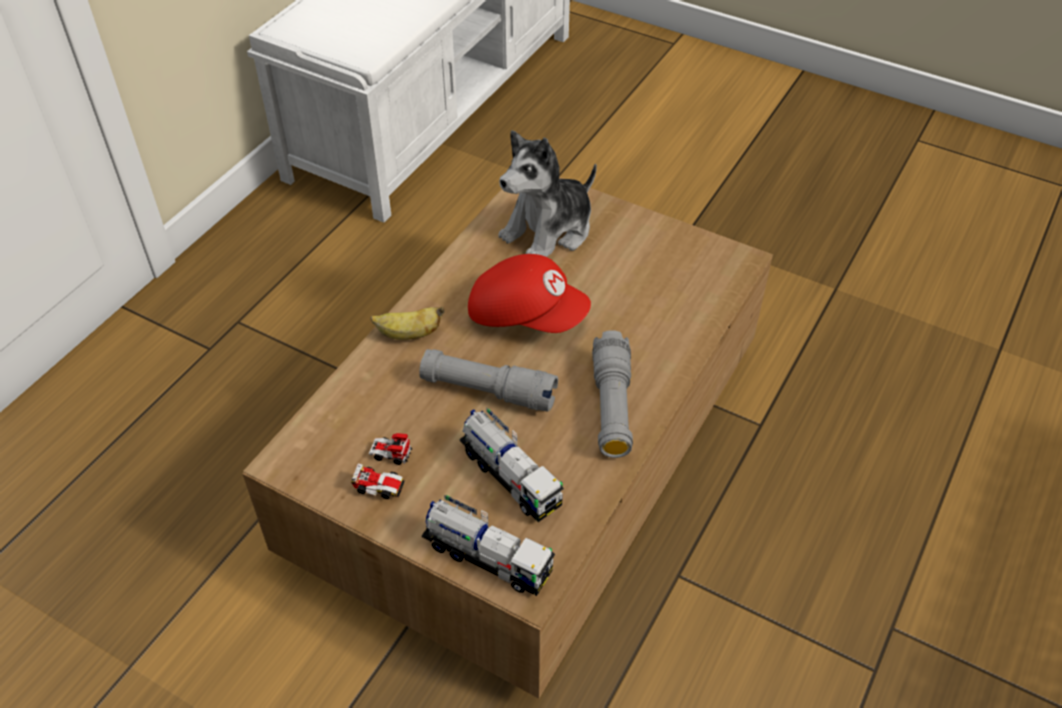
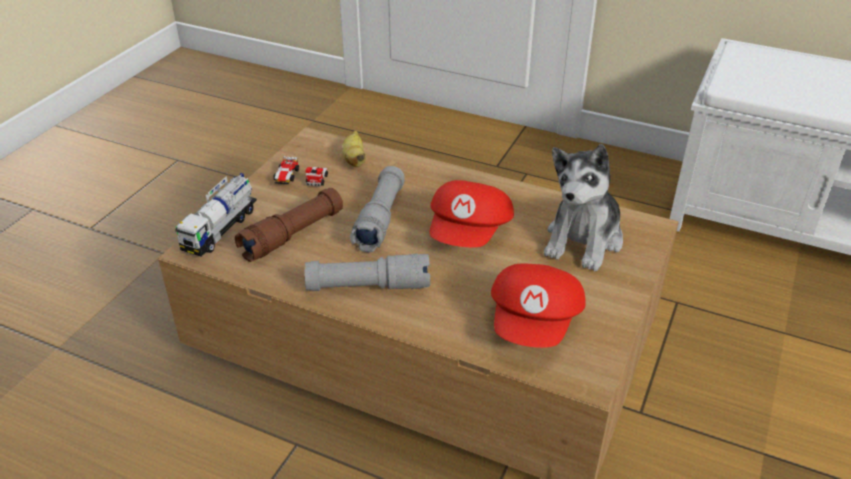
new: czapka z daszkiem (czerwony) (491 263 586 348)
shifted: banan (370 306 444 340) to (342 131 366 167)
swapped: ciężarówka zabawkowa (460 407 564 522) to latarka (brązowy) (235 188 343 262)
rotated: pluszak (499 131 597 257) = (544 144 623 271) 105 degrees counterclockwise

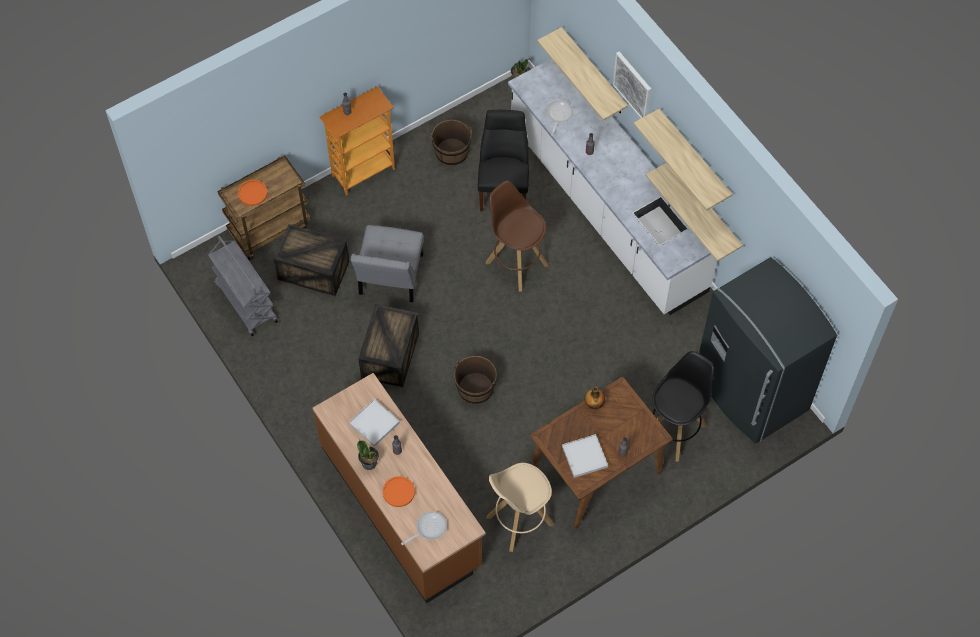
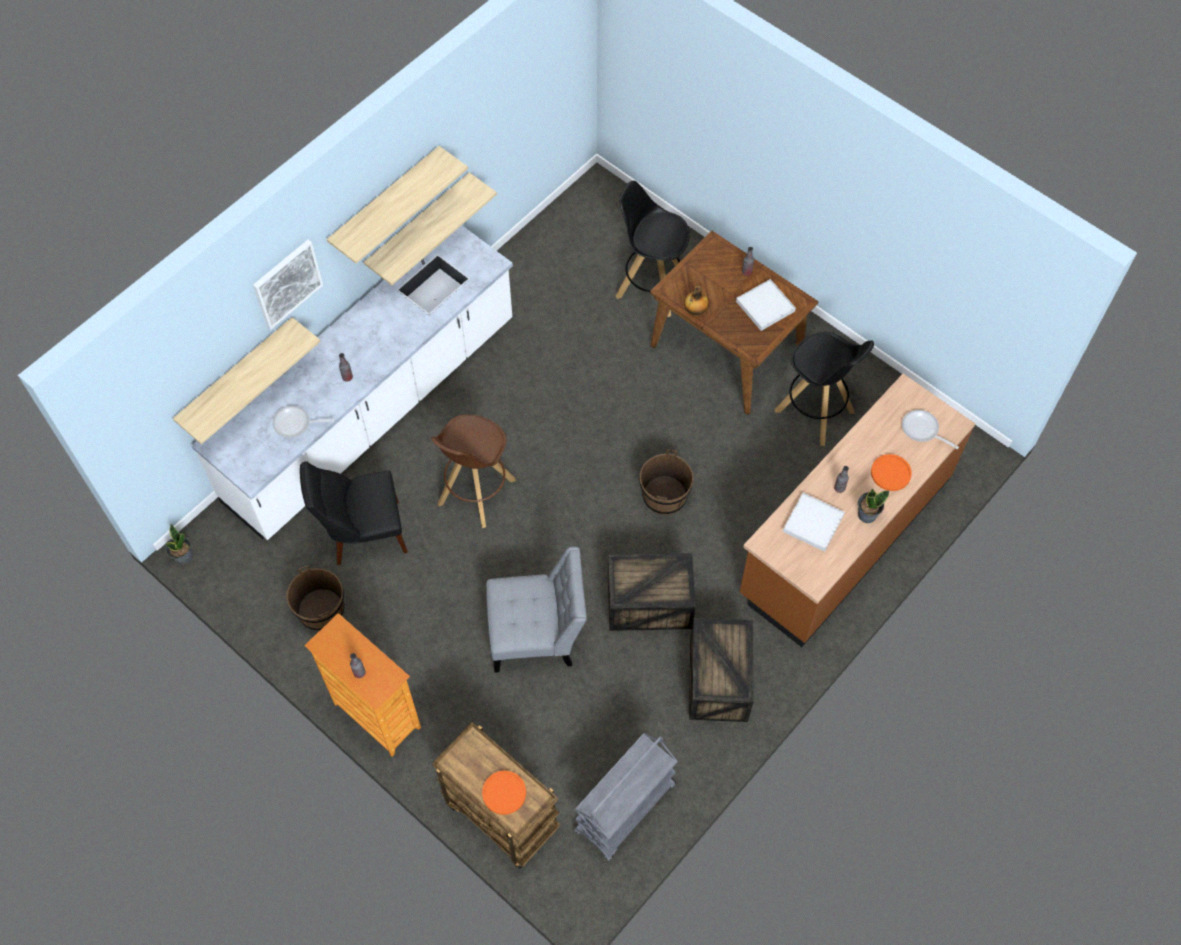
gone: lodówka (szary) (699 257 837 444)
shifted: skrzynka (274 224 350 296) to (689 618 754 722)
repainted: stołek (beżowy) (486 463 554 552) to stołek (czarny) (775 332 874 446)

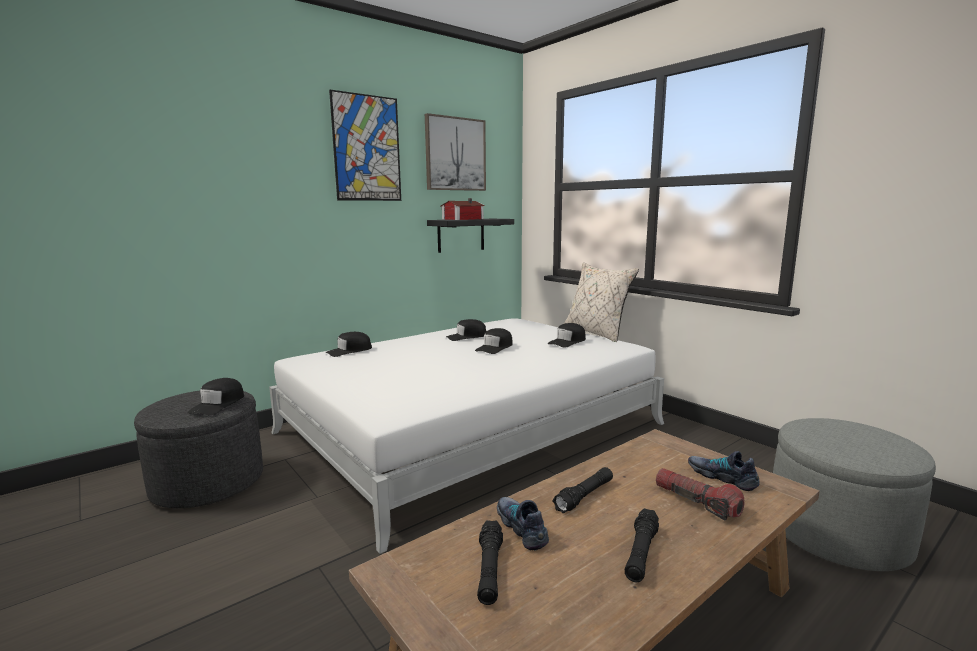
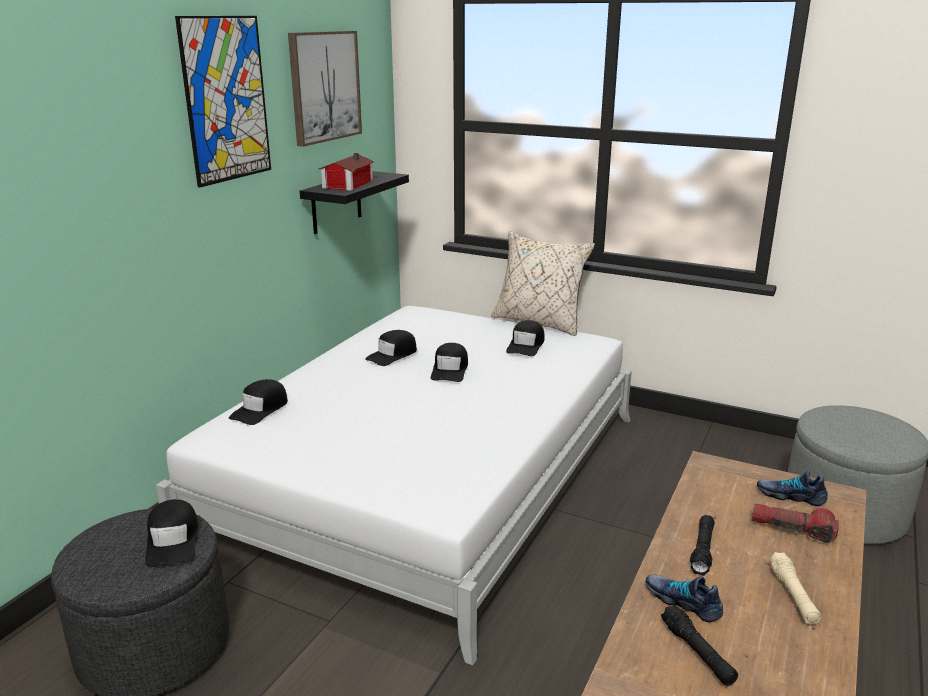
repainted: latarka (czarny) (625 508 659 582) to latarka (beżowy) (769 552 821 625)

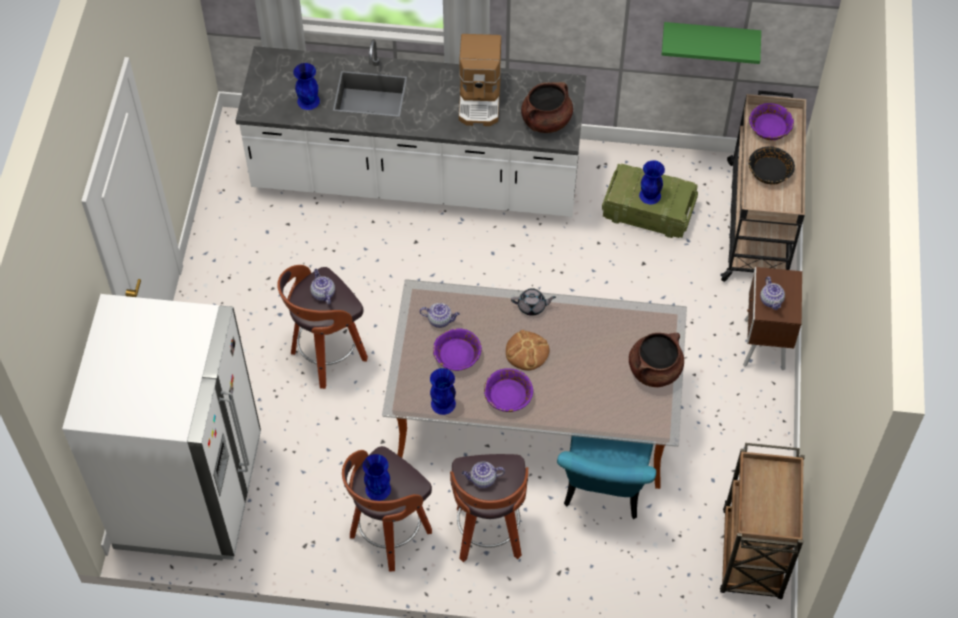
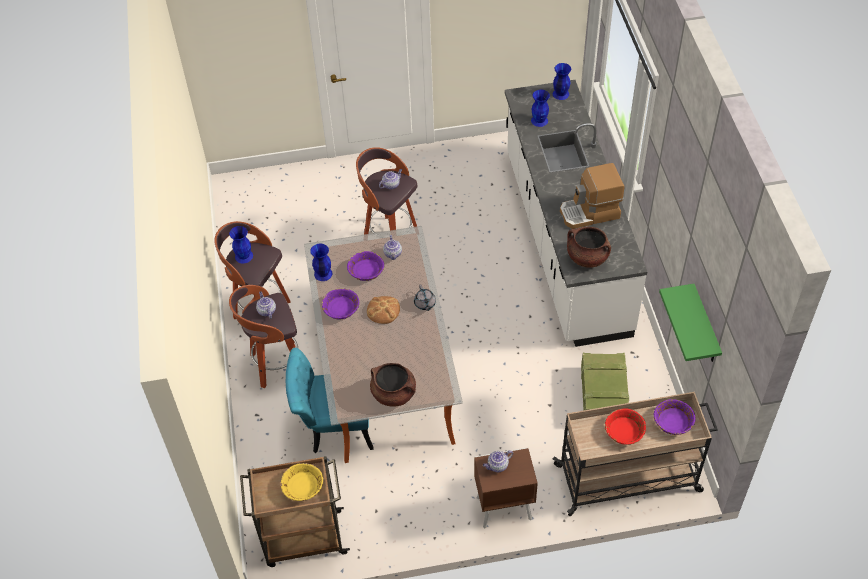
gone: lodówka (biały) (62 294 261 561)
new: miska (żółty) (281 463 323 501)
shifted: wazon (niebieski) (639 160 665 204) to (553 63 571 100)
repainted: miska (czarny) (749 146 795 185) to miska (czerwony) (605 408 646 445)

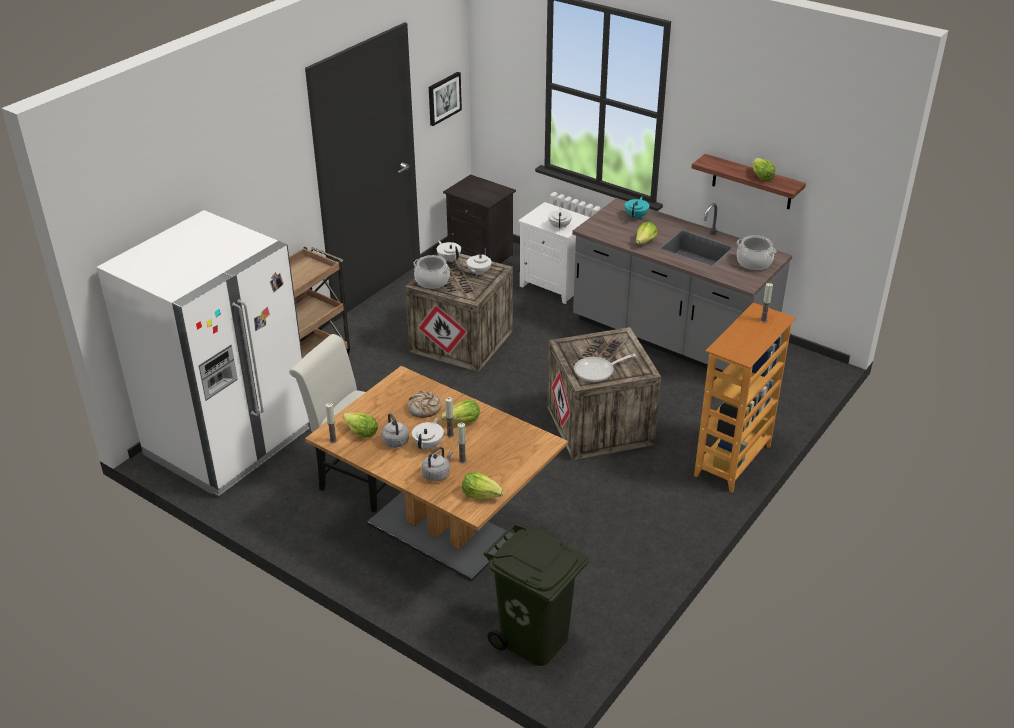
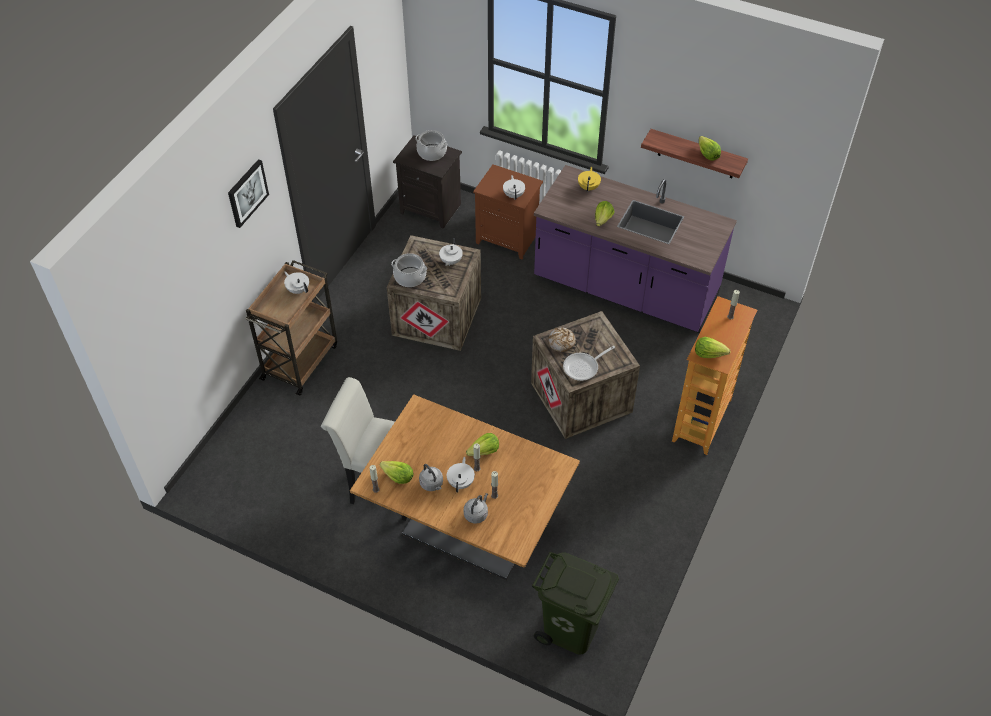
gone: lodówka (biały) (97 210 310 496)
shifted: chleb (408 391 442 418) to (549 328 576 352); obraz (429 72 462 126) to (228 159 269 228); imbryk (biały) (437 241 461 262) to (284 271 309 294); sałata (462 472 504 499) to (695 337 730 358); garnek (737 235 777 270) to (415 130 447 161)
repainted: szafka nocna (biały) (518 202 590 304) to szafka nocna (brązowy) (473 165 543 260); zabudowa kuchenna (szary) (572 198 792 372) to zabudowa kuchenna (fioletowy) (534 165 737 333); imbryk (turkusowy) (625 196 650 219) to imbryk (żółty) (578 167 601 192)

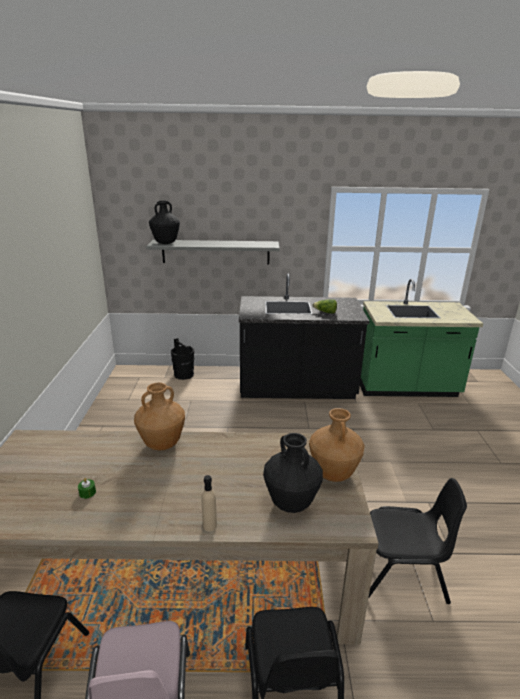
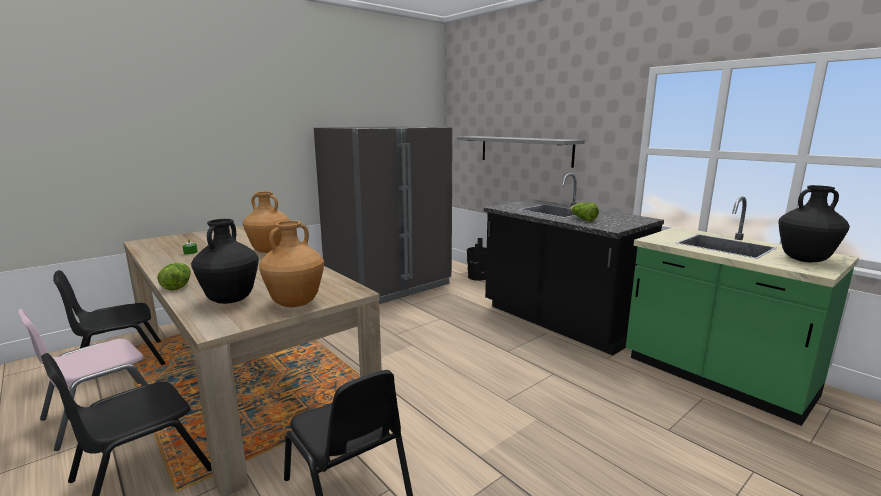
new: lodówka (szary) (314 127 453 304)
shifted: wazon (czarny) (149 201 180 244) to (778 185 850 262)
swapped: butelka (beżowy) (202 475 217 532) to sałata (157 263 191 290)

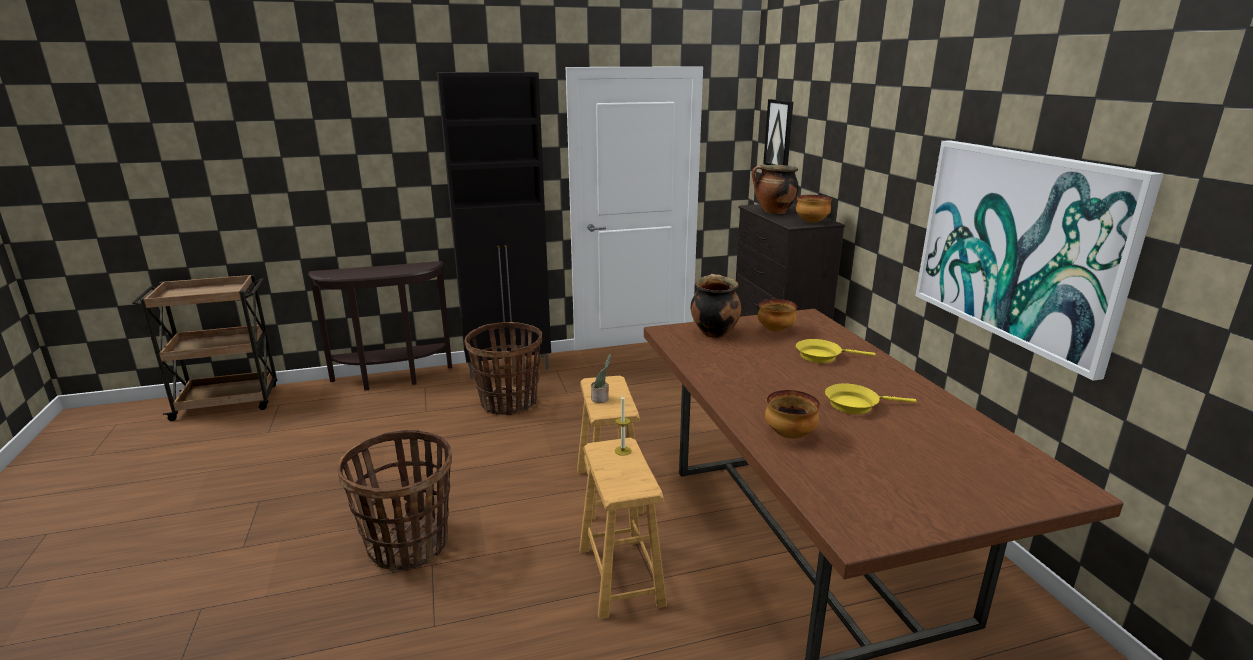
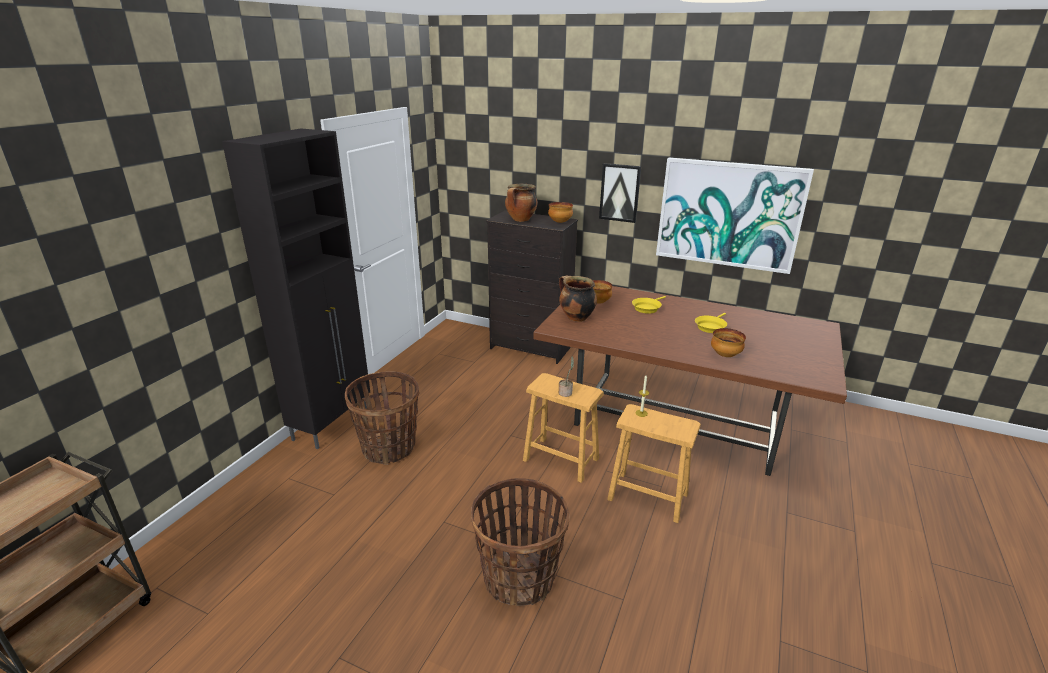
gone: stolik konsolowy (brązowy) (308 261 452 391)
shifted: obraz (763 99 793 166) to (599 163 641 223)

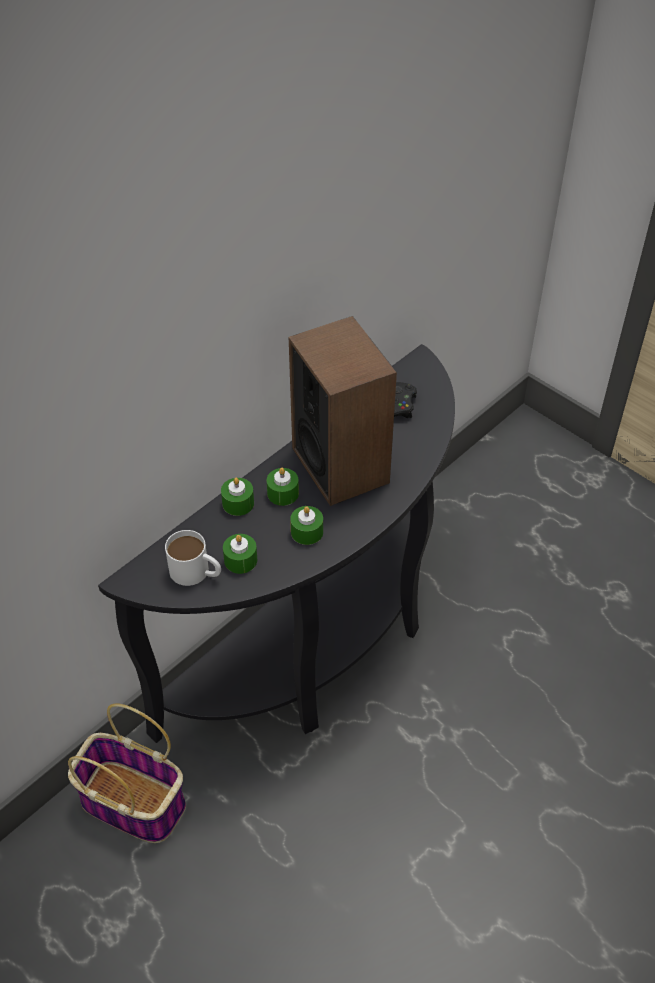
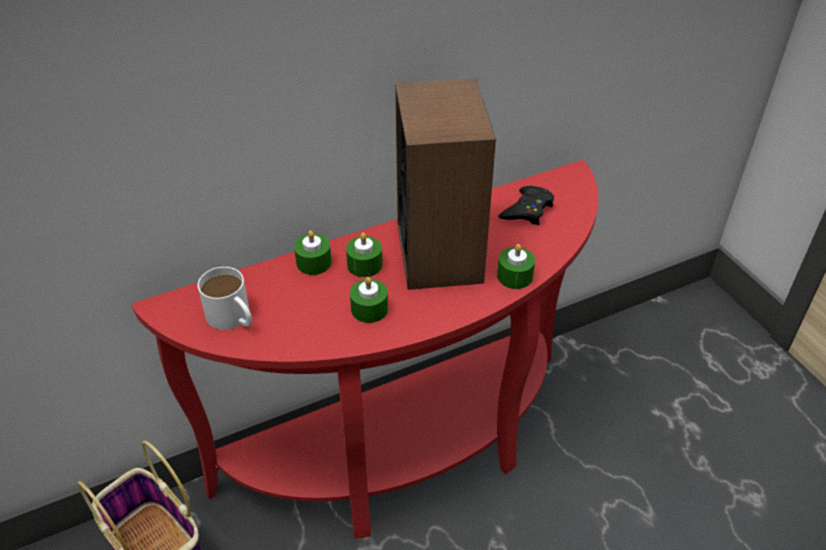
shifted: świeca (zielony) (223 534 257 574) to (497 244 535 289)
repainted: stolik konsolowy (czarny) (98 344 455 743) to stolik konsolowy (czerwony) (132 160 599 539)

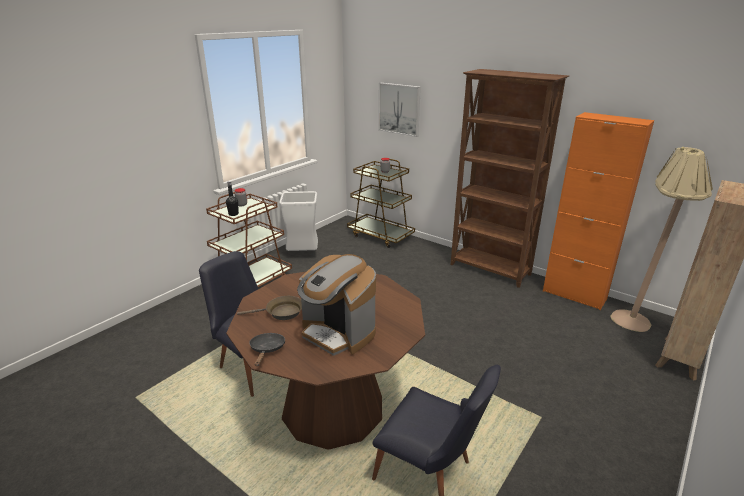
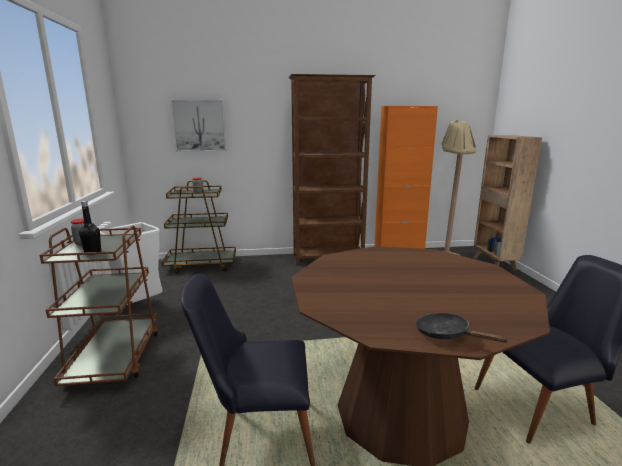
gone: patelnia (brązowy) (237 296 302 320); ekspres do kawy (297 254 376 356)

